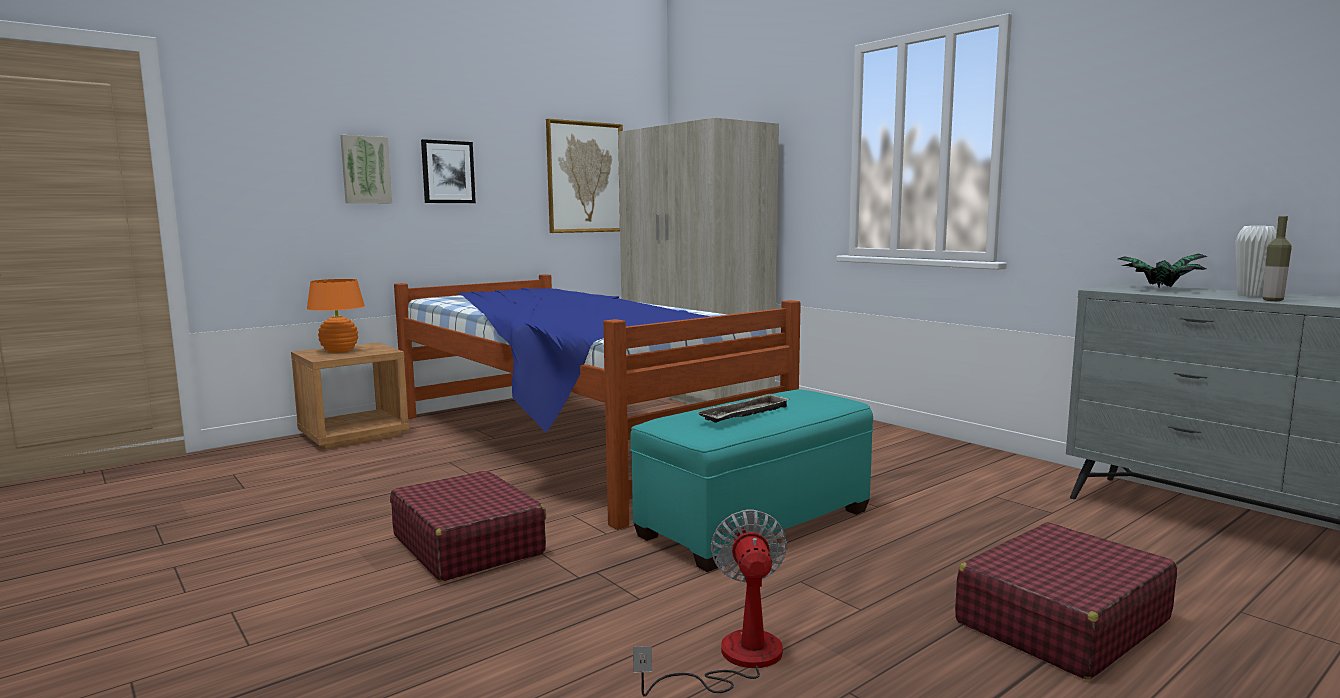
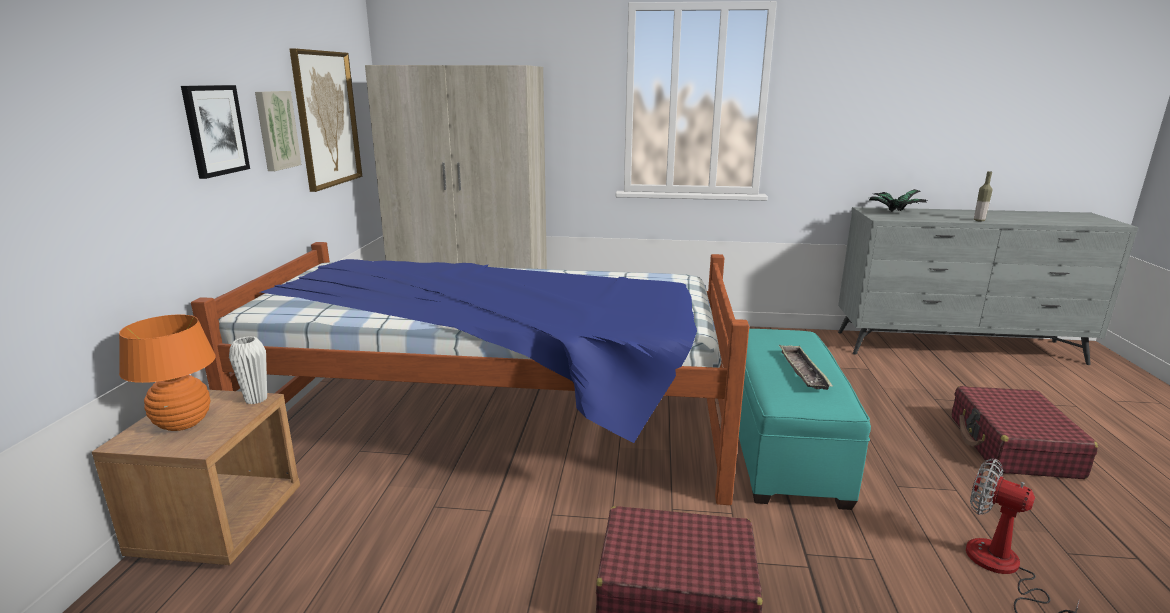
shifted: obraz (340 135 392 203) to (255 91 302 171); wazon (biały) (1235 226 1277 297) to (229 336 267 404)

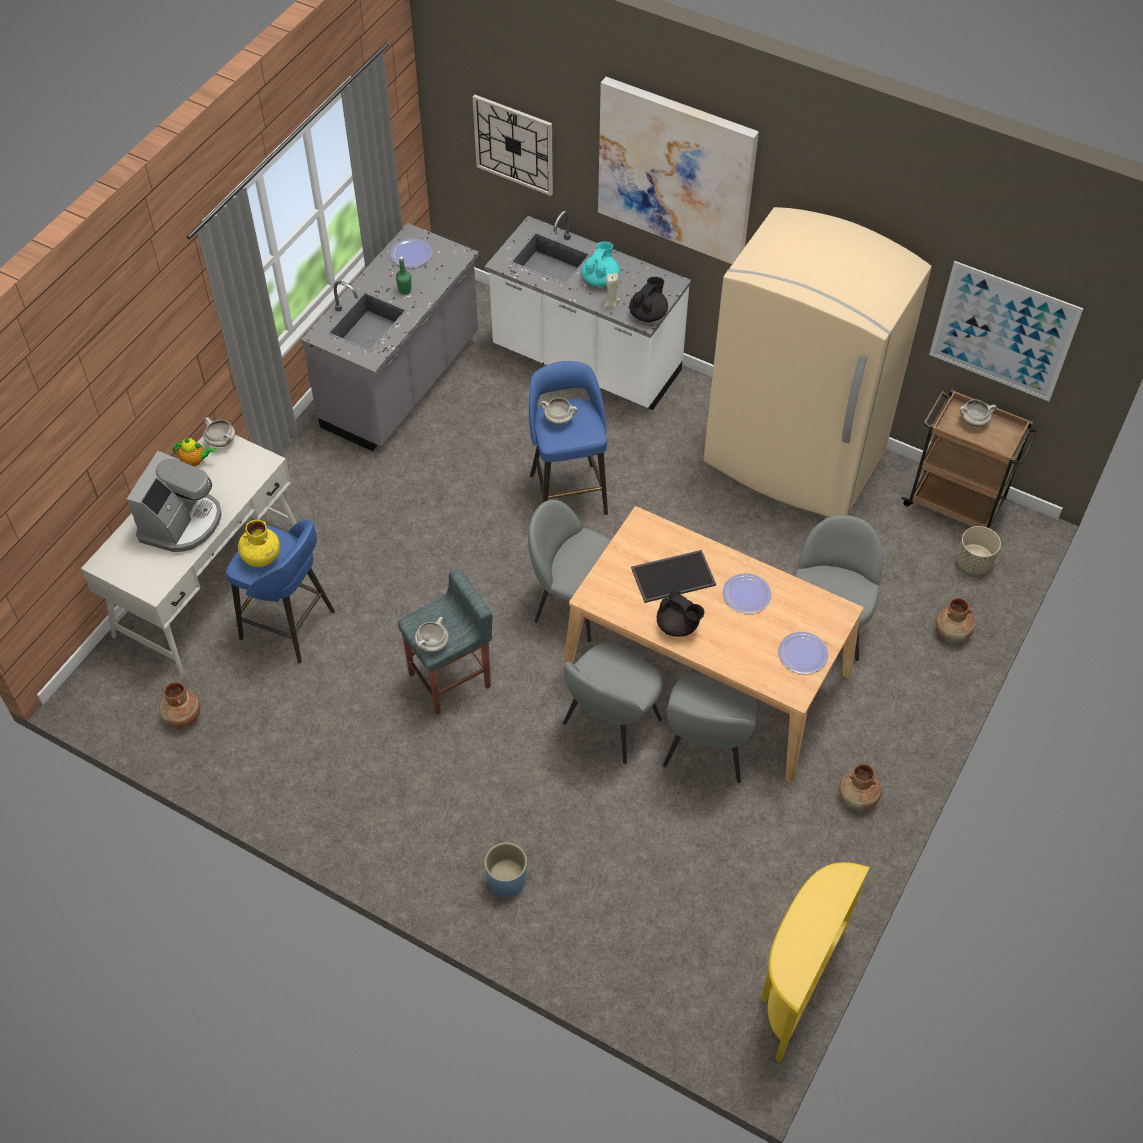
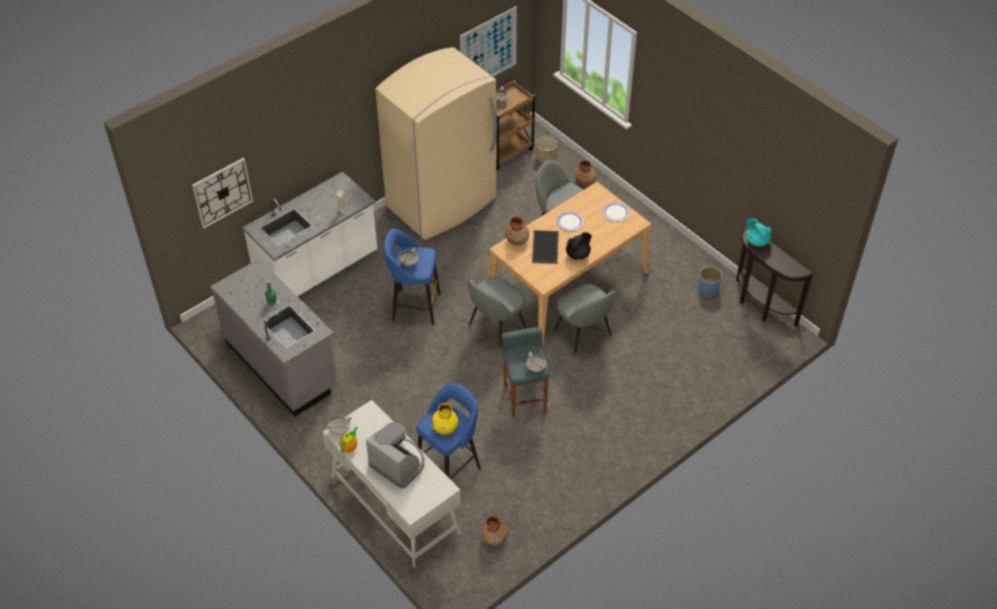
gone: talerz (390 238 432 268); obraz (598 77 759 264); imbryk (czarny) (629 277 668 322); krzesło (szary) (663 672 759 783)
shifted: donica (niebieski) (484 842 527 897) to (698 266 722 297); imbryk (turkusowy) (582 242 620 287) to (746 219 771 247); wazon (brązowy) (839 764 882 811) to (506 217 529 245)
repainted: stolik konsolowy (żółty) (761 862 870 1062) to stolik konsolowy (brązowy) (736 227 814 326)

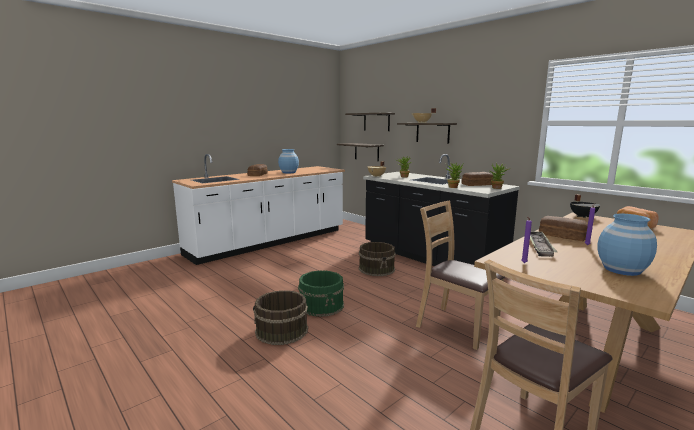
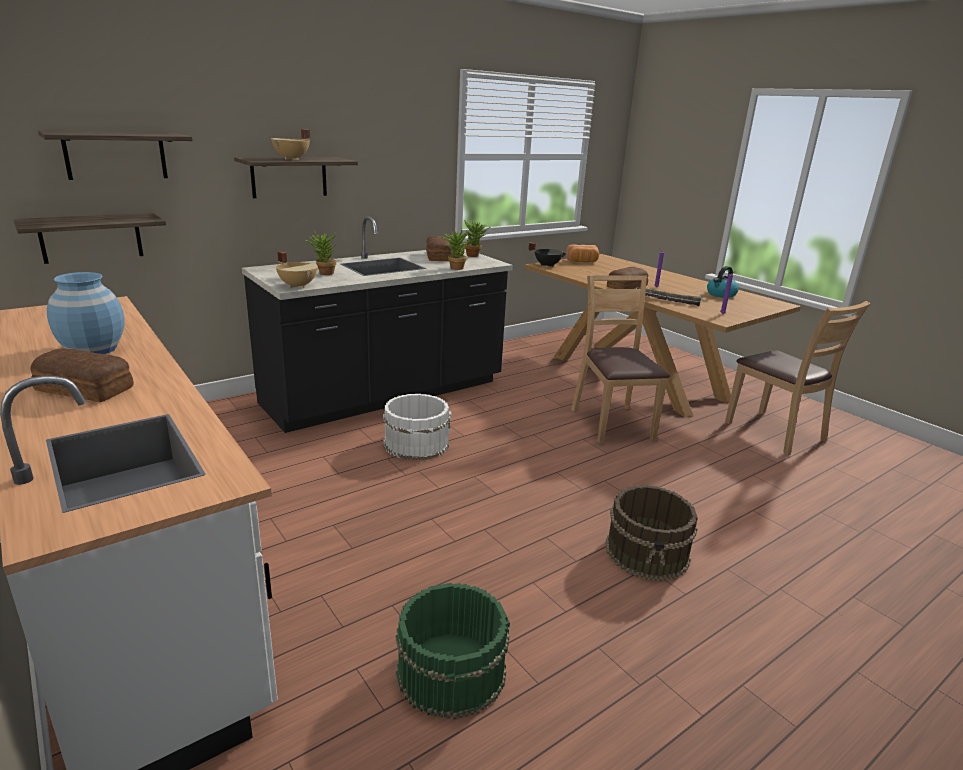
shifted: wiadro (zielony) (298 270 344 317) to (396 583 510 720)
swapped: wazon (niebieski) (598 214 657 276) to czajnik (707 266 739 298)
repainted: wiadro (brązowy) (359 242 395 276) to wiadro (biały) (383 394 452 460)
rotated: krzesło (brązowy) (416 201 505 350) = (571 275 670 444) 120 degrees clockwise

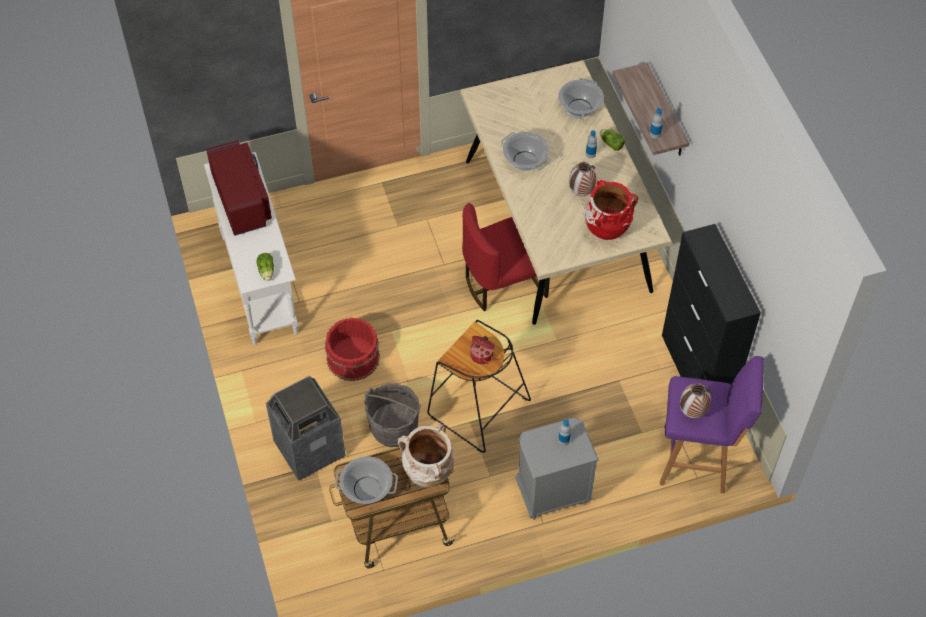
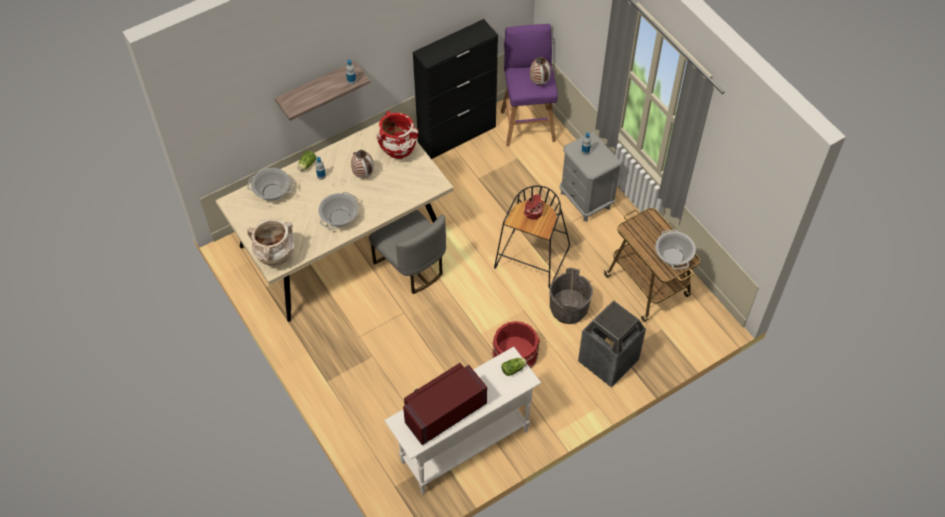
shifted: wazon (beżowy) (398 424 454 488) to (247 219 294 266)
repainted: krzesło (czerwony) (462 203 550 311) to krzesło (szary) (369 210 446 294)

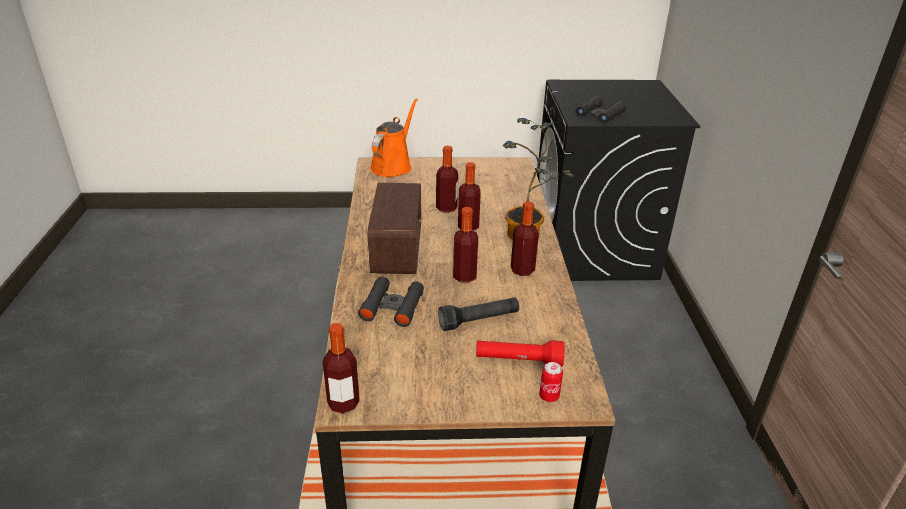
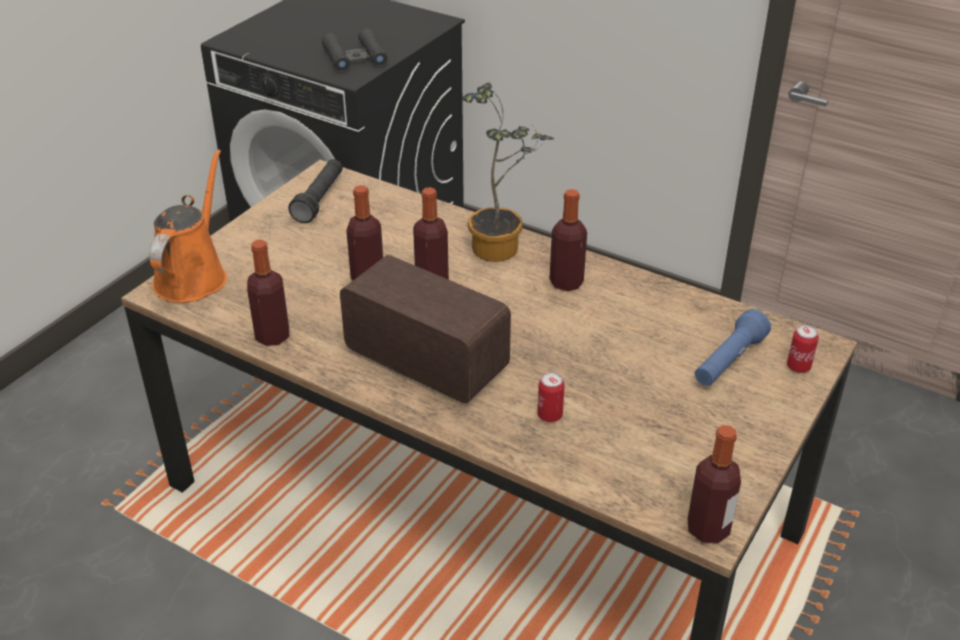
shifted: latarka (czarny) (438 297 519 331) to (288 159 343 223); butelka (453 207 478 283) to (247 240 290 346)
swapped: lornetka (czarny) (358 277 424 327) to puszka (538 372 565 422)
repainted: latarka (czerwony) (476 340 564 367) to latarka (niebieski) (695 309 771 386)
rotated: konewka (pomarańczowy) (370 98 418 177) = (149 149 227 303) 45 degrees clockwise

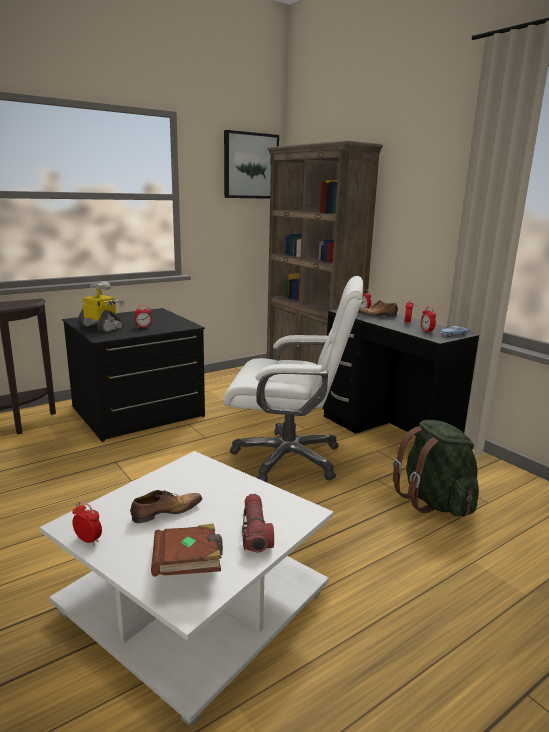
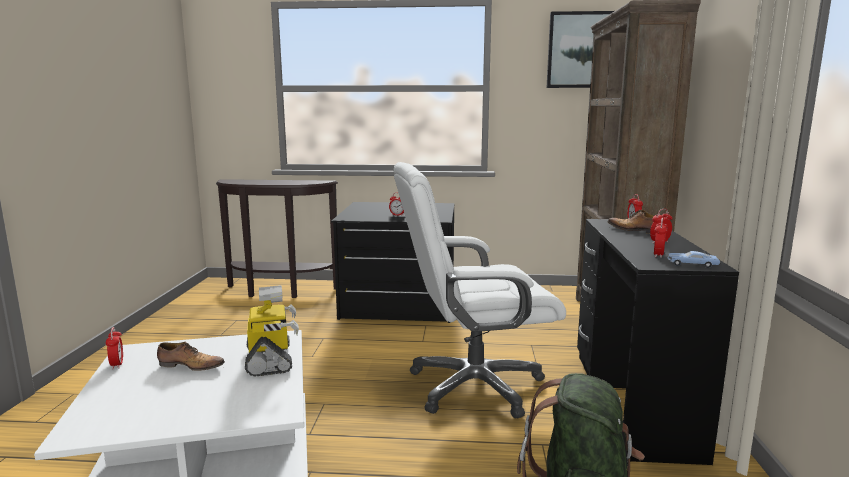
gone: książka (brązowy) (151 523 223 577); latarka (242 494 274 553)
shifted: robot zabawkowy (77 281 124 332) to (245 285 299 376)
rotated: krzesło biurowe (biały) (223 276 364 482) = (393 162 566 419) 120 degrees clockwise

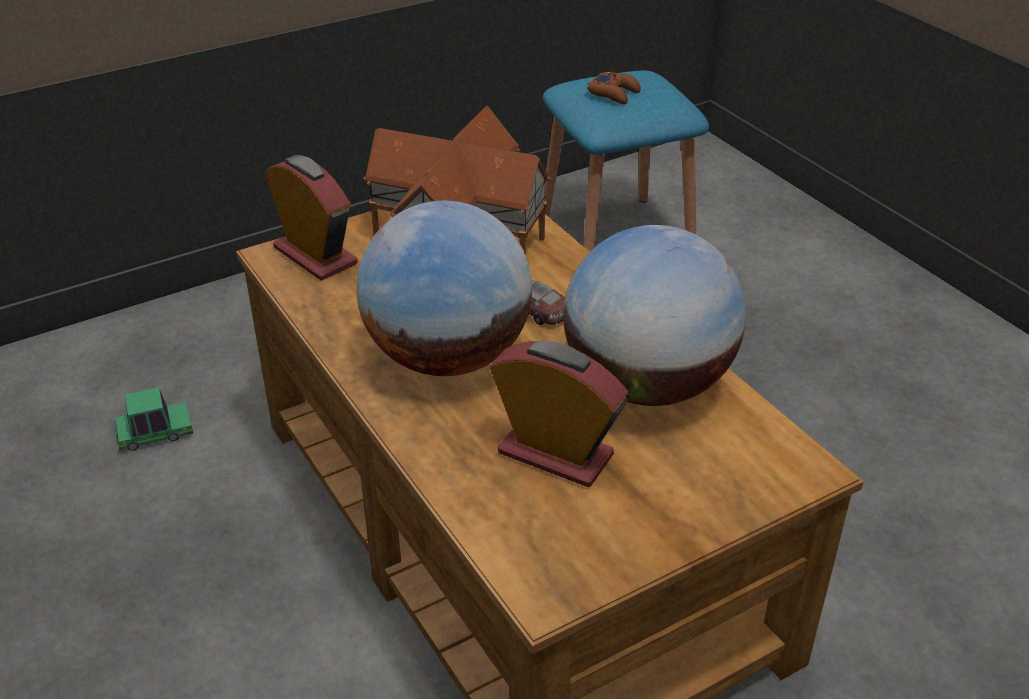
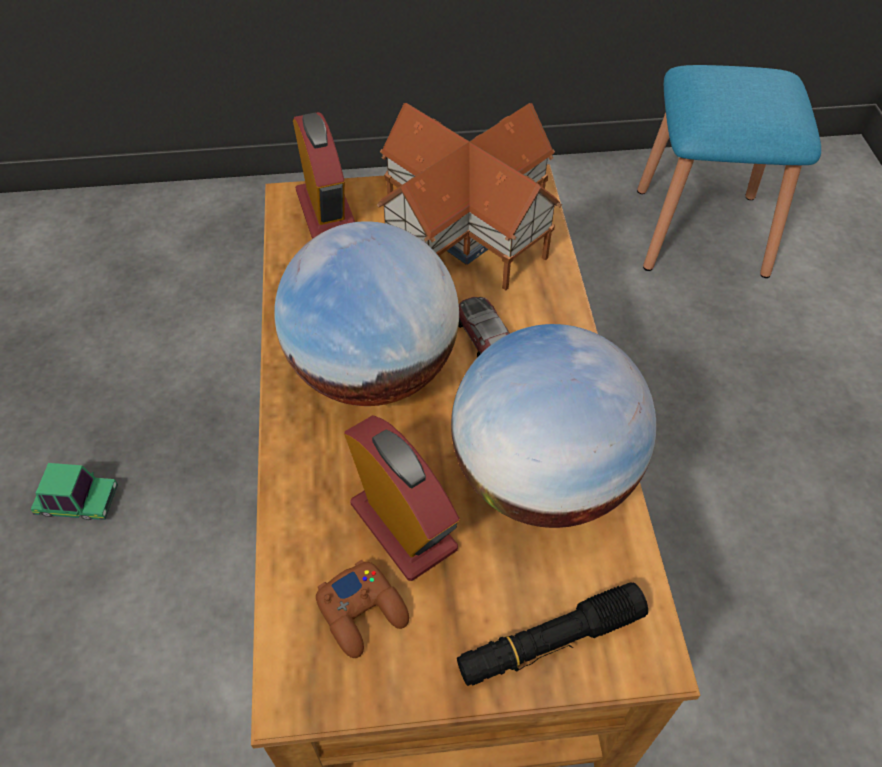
new: latarka (czarny) (457 583 648 686)
shifted: samochodzik (115 387 193 451) to (31 463 118 520); pad do gier (brązowy) (587 72 641 104) to (316 560 409 658)

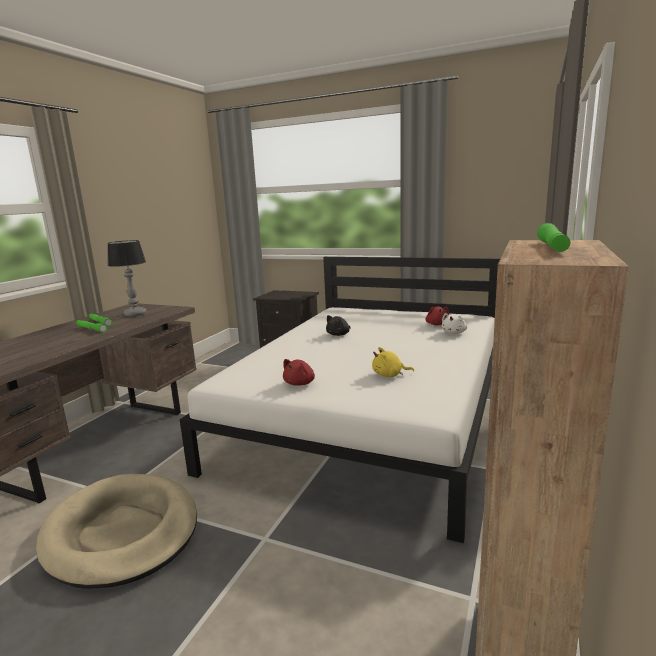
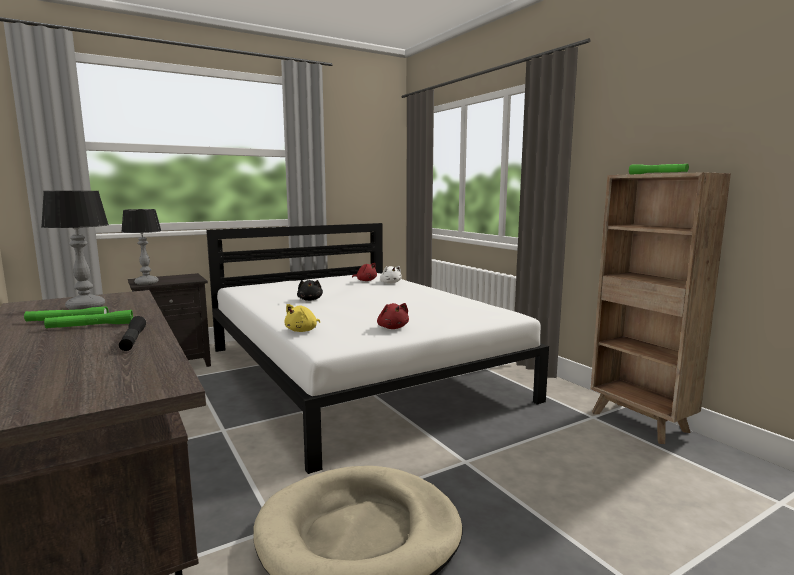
new: latarka (czarny) (119 316 146 351); lampa stołowa (122 209 162 285)
shifted: pluszak (żółty) (372 347 414 377) to (285 304 320 332)

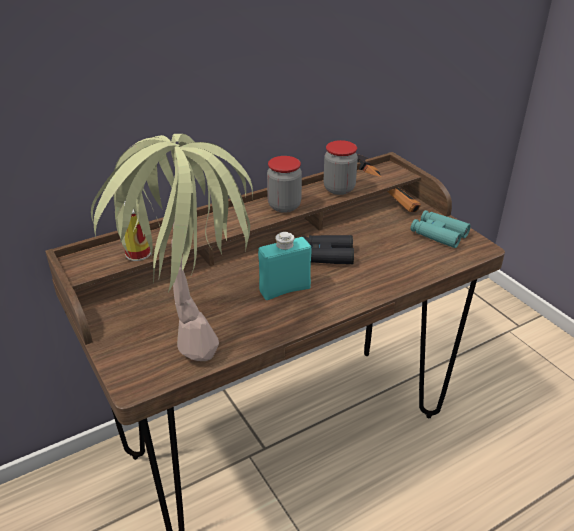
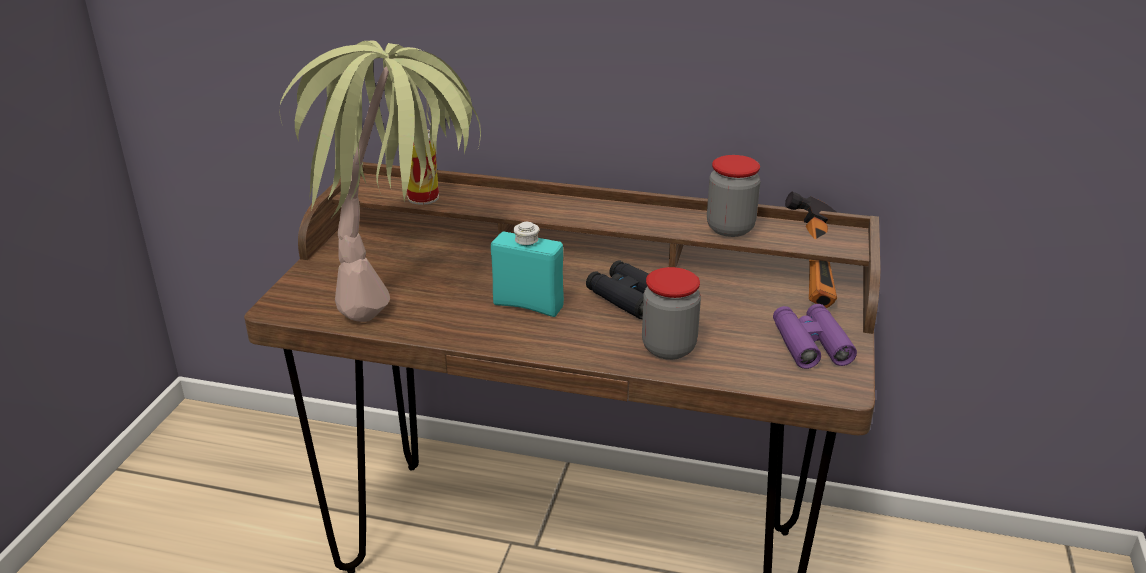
shifted: słoik (267 156 302 213) to (642 267 701 360)
repainted: lornetka (turkusowy) (411 210 471 248) to lornetka (fioletowy) (773 304 857 369)

